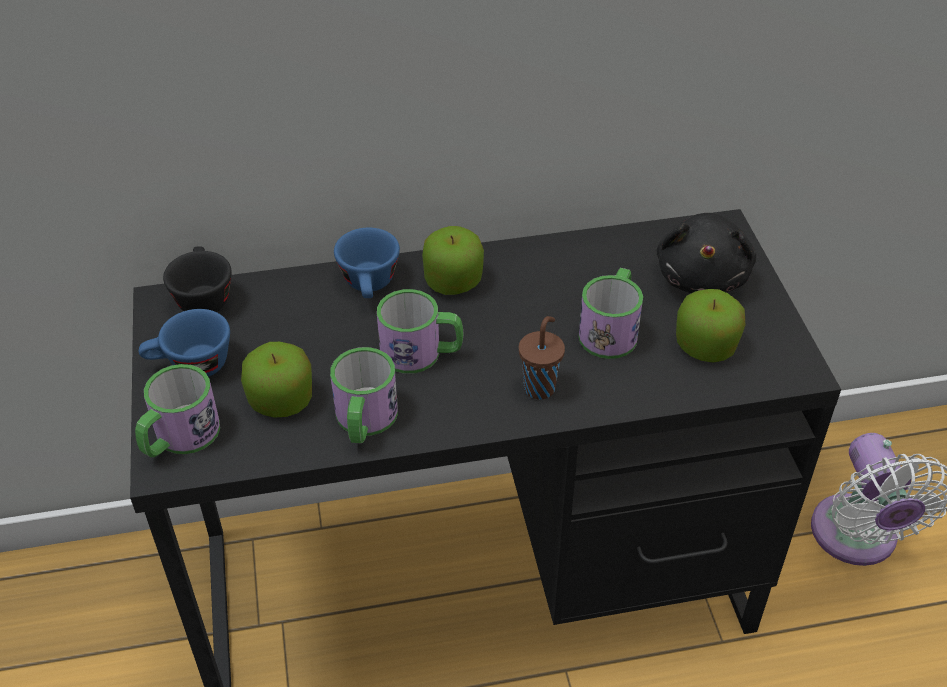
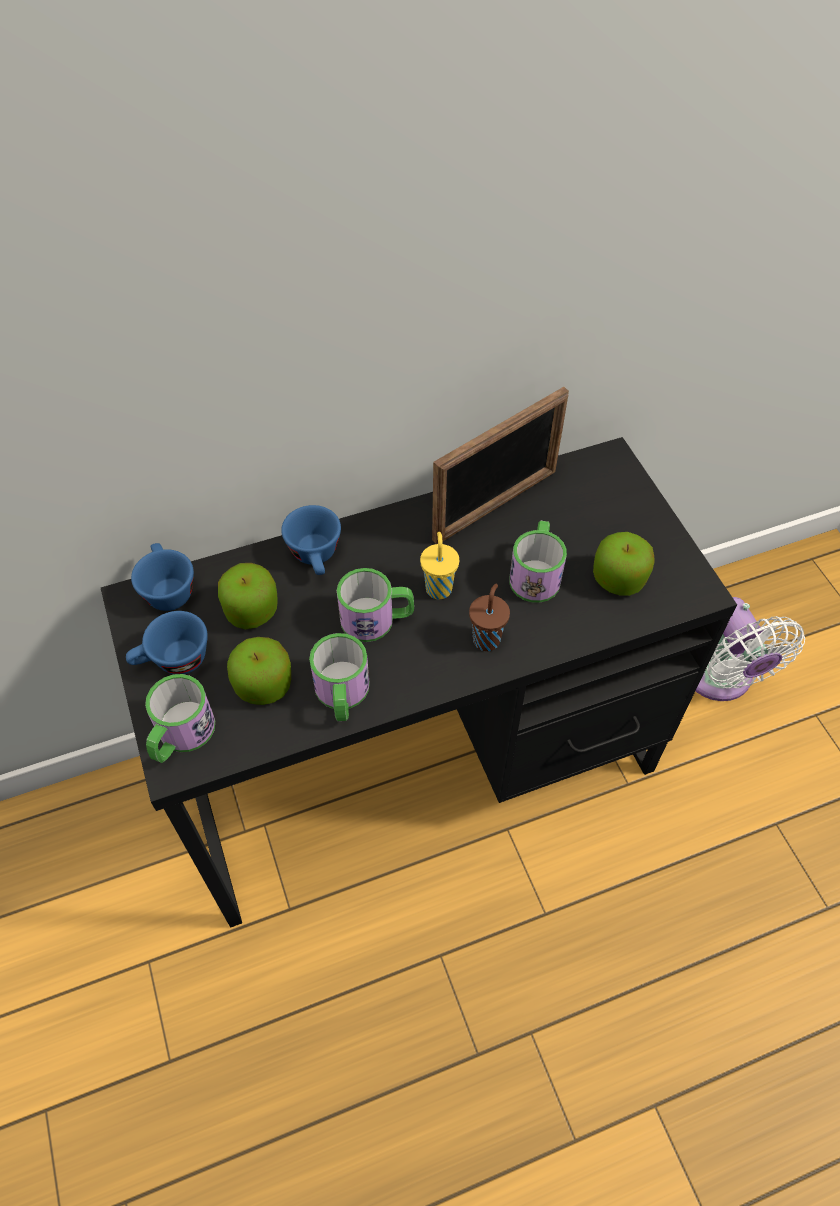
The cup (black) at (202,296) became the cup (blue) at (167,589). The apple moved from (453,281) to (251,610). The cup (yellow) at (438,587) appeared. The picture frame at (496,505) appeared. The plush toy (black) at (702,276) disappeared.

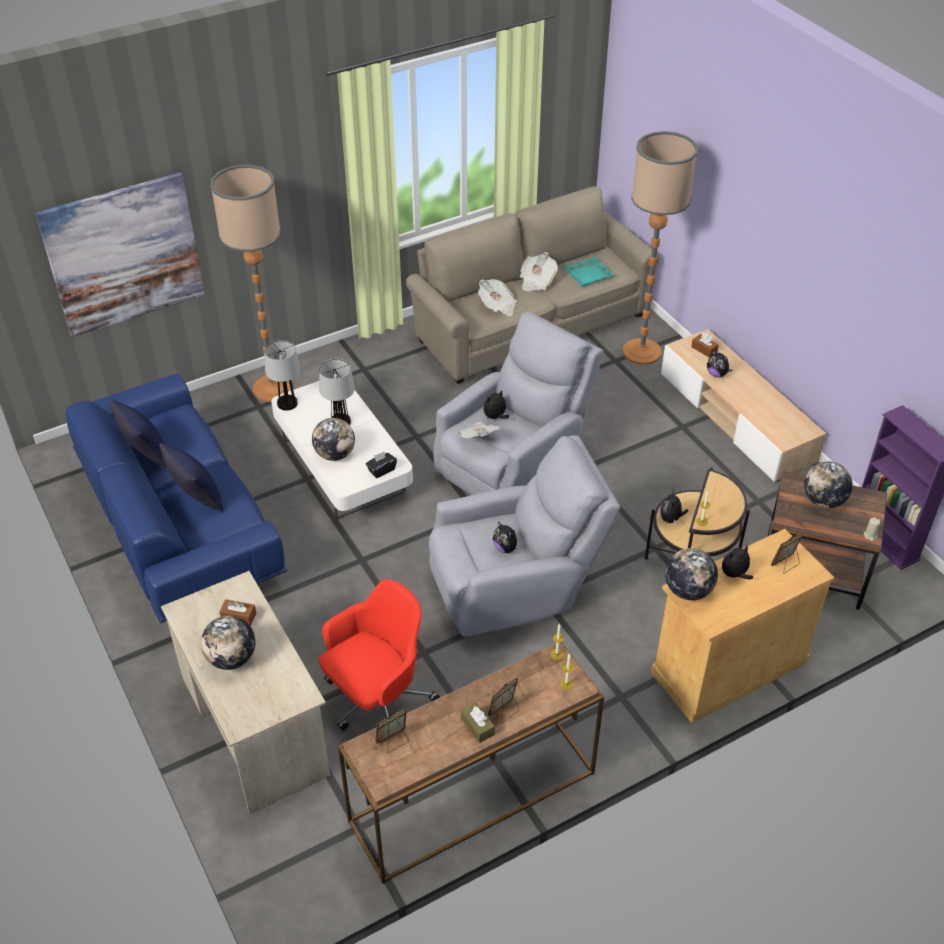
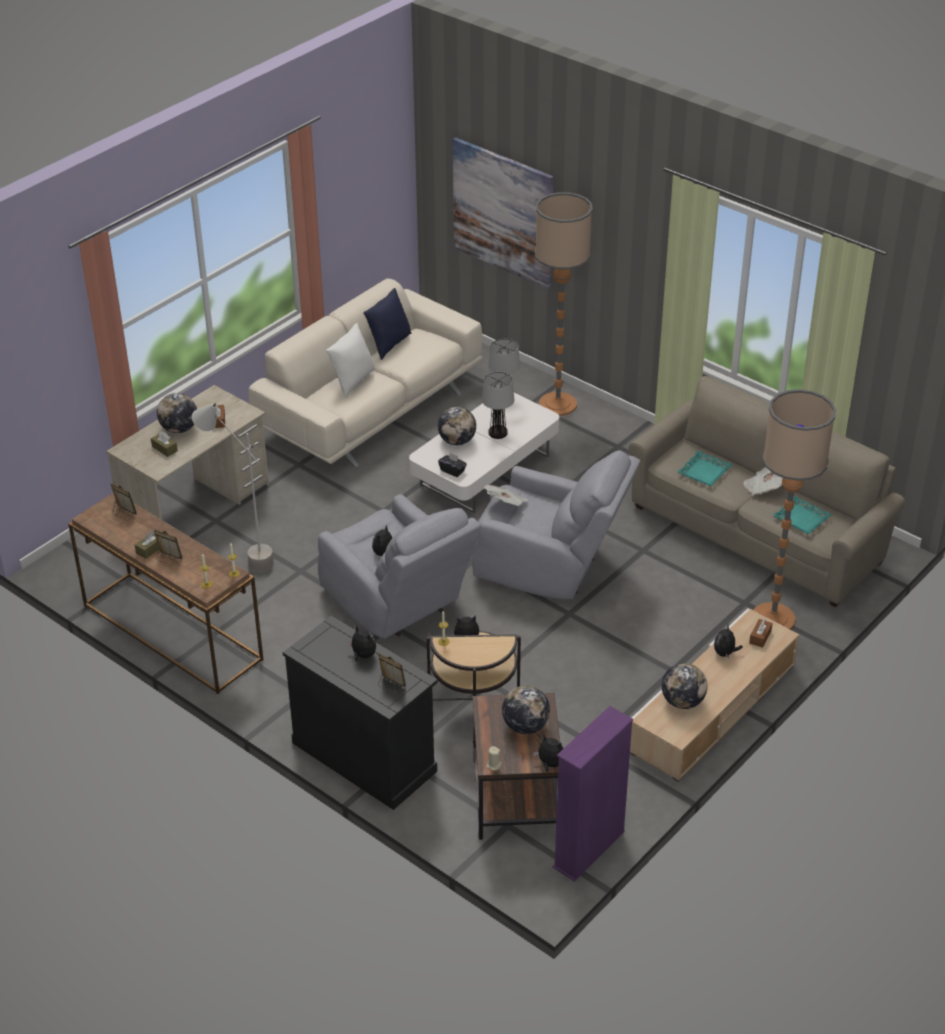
The tissue box (brown) at (164,449) appeared. The office chair (red) at (377,701) was replaced by the floor lamp (grey) at (242,559). The sofa (blue) at (179,526) became the sofa (beige) at (370,408). The cabinet (beige) at (728,667) became the cabinet (black) at (364,756). The pillow (blue) at (197,500) became the pillow (white) at (352,381). The plush toy moved from (495,417) to (550,764). The globe moved from (688,590) to (682,702). The newspaper at (497,306) was replaced by the tray (turquoise) at (705,472).

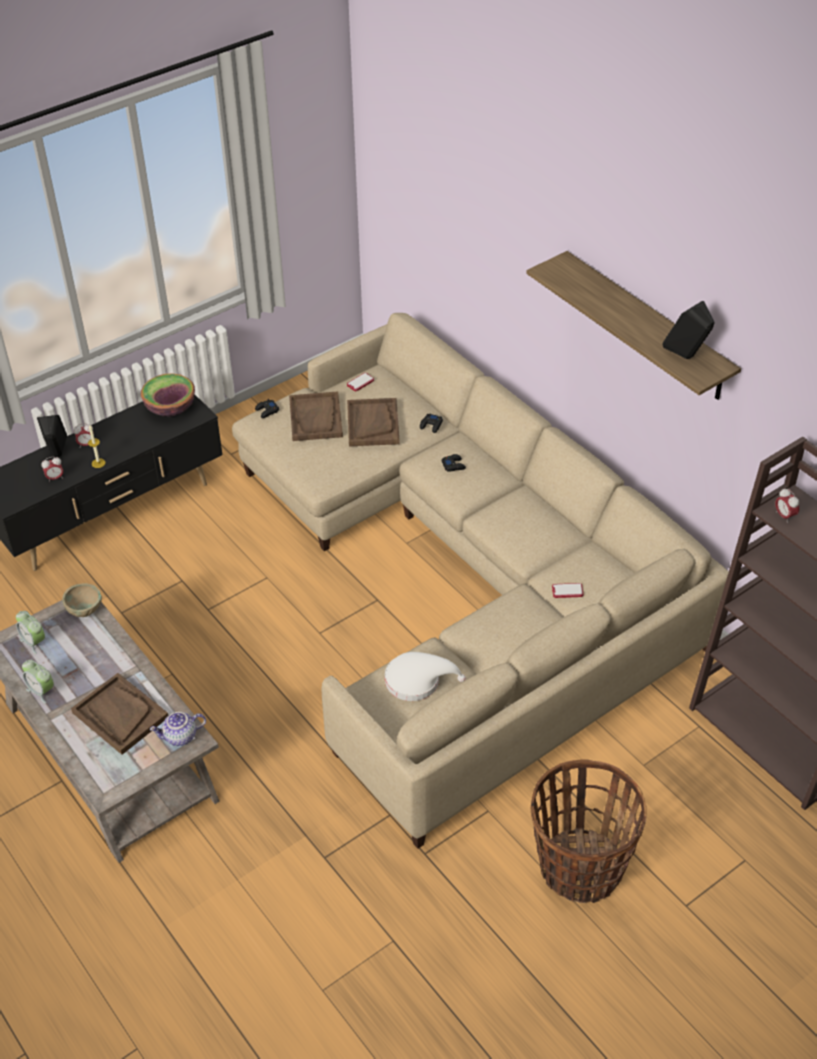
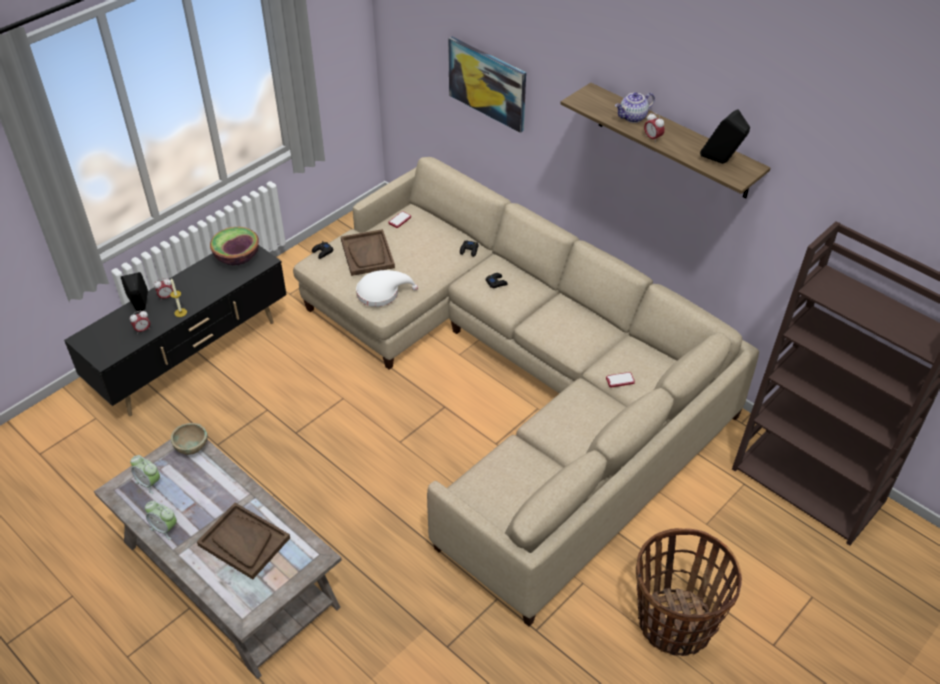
The hat (white) moved from (417,680) to (381,293). The picture at (487,83) appeared. The teapot moved from (180,737) to (633,118). The alarm clock moved from (784,516) to (652,138). The tray (brown) at (372,424) disappeared.

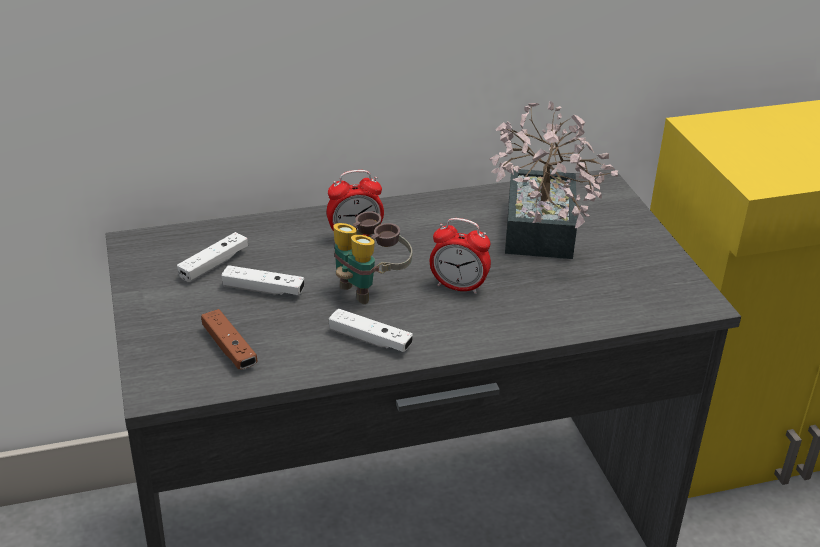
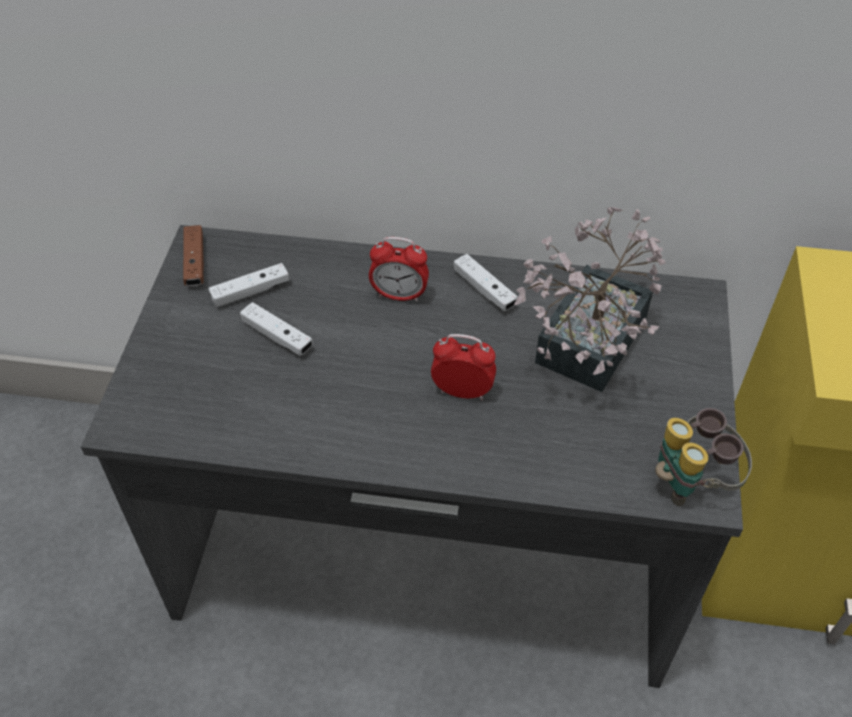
The game controller (brown) moved from (229,348) to (195,262). The alarm clock at (458,287) turned 150 degrees clockwise. The game controller (white) moved from (370,339) to (484,290). The binoculars moved from (369,287) to (691,482).

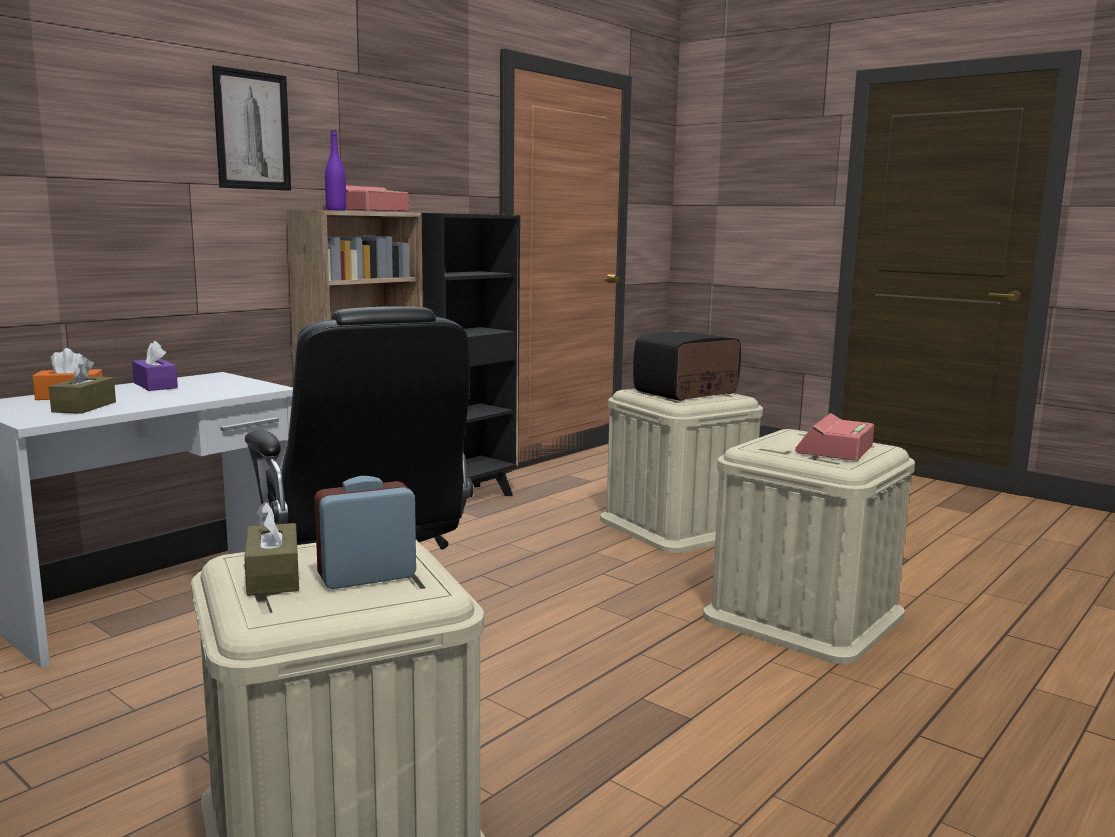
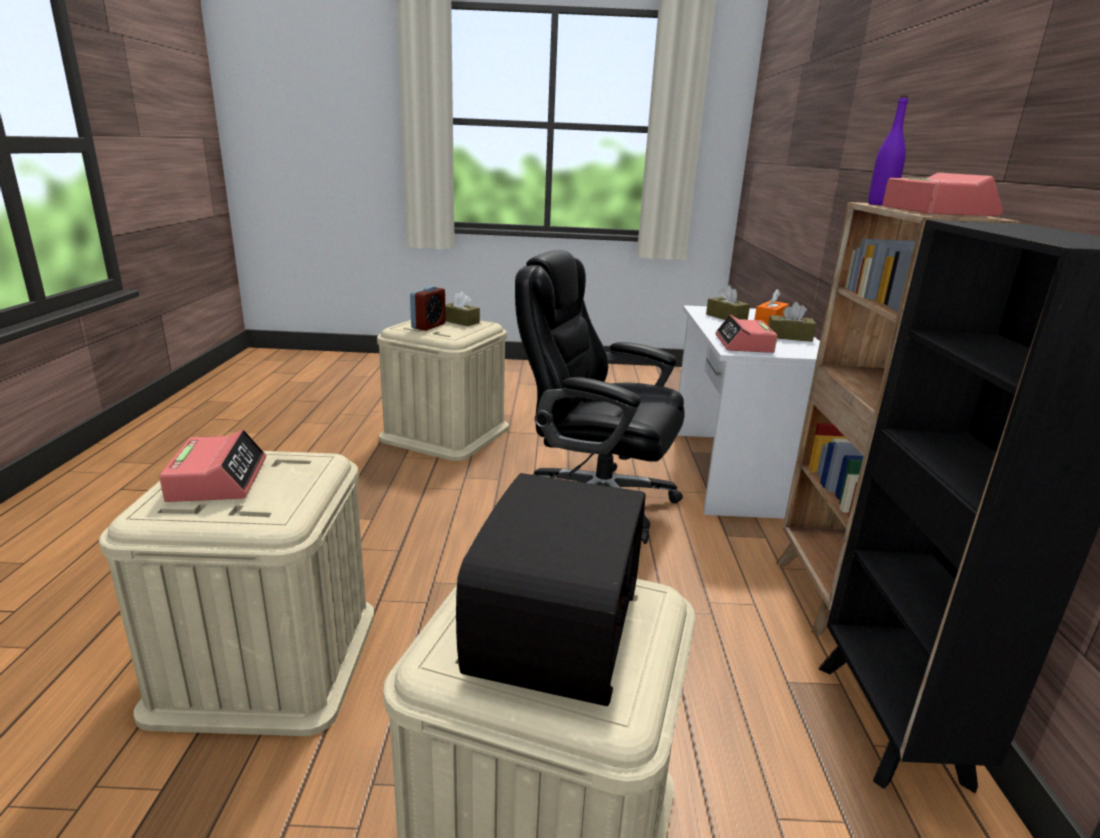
The alarm clock at (744,344) appeared. The tissue box (purple) at (155,385) became the tissue box (brown) at (789,337). The picture at (252,130) disappeared.

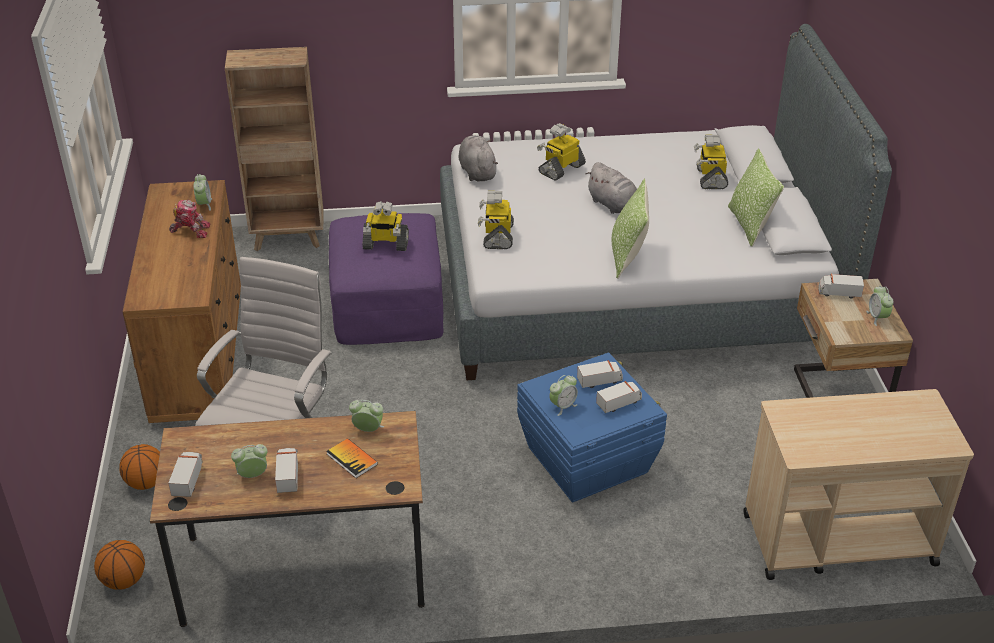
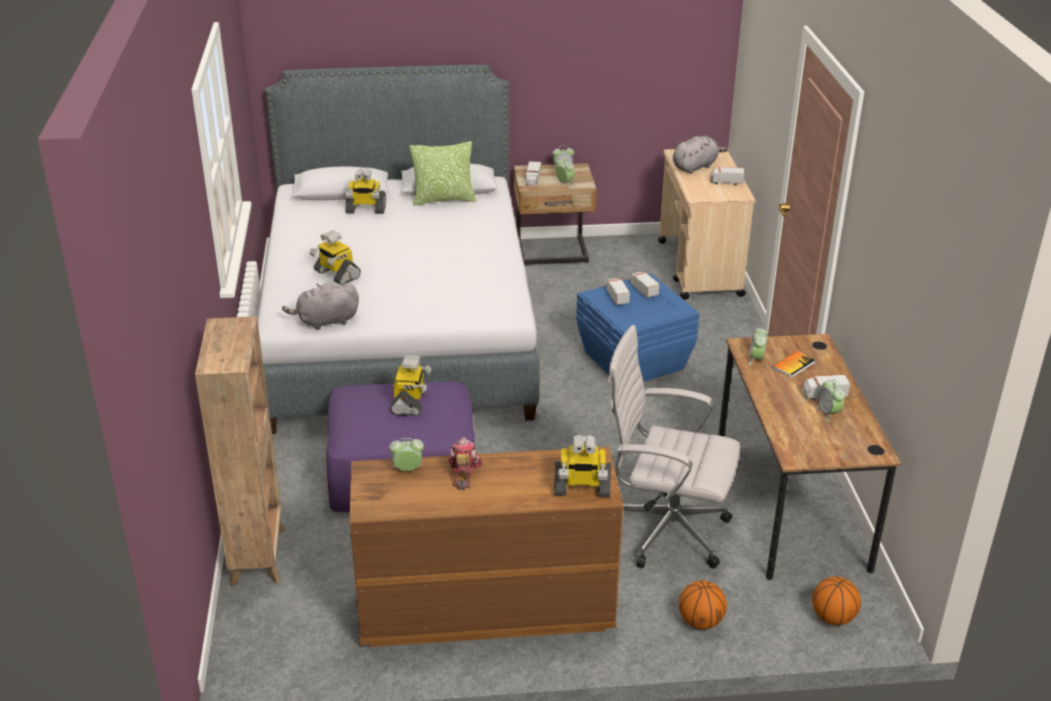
The toy robot moved from (497,236) to (581,488). The alarm clock moved from (563,406) to (564,183). The plush toy (grey) moved from (613,205) to (695,167). The toy truck moved from (188,480) to (726,182). The pillow at (627,256) disappeared.

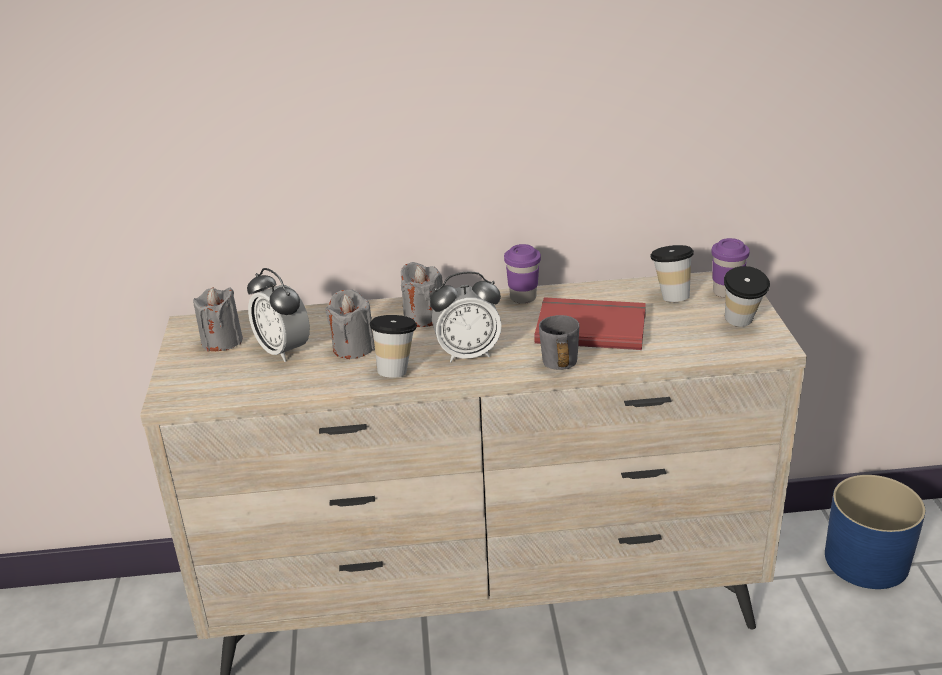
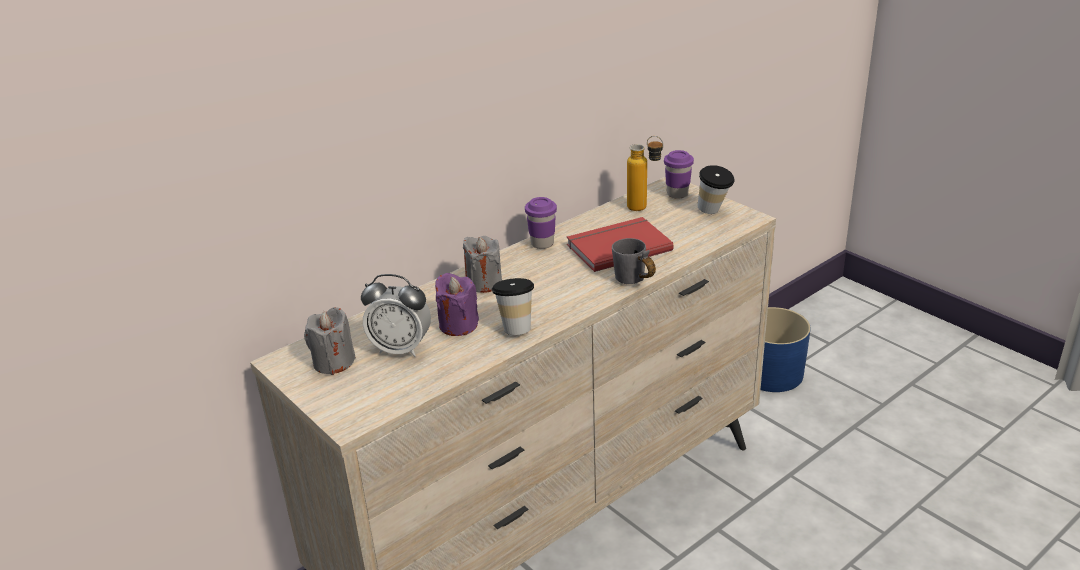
The candle (grey) at (353,348) became the candle (purple) at (458,325). The cup at (670,296) was replaced by the bottle at (644,208). The alarm clock at (468,353) disappeared.

